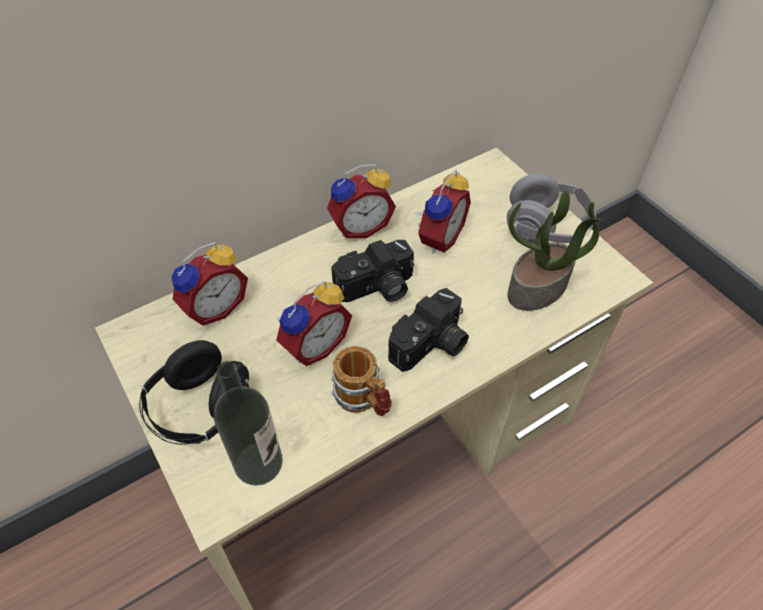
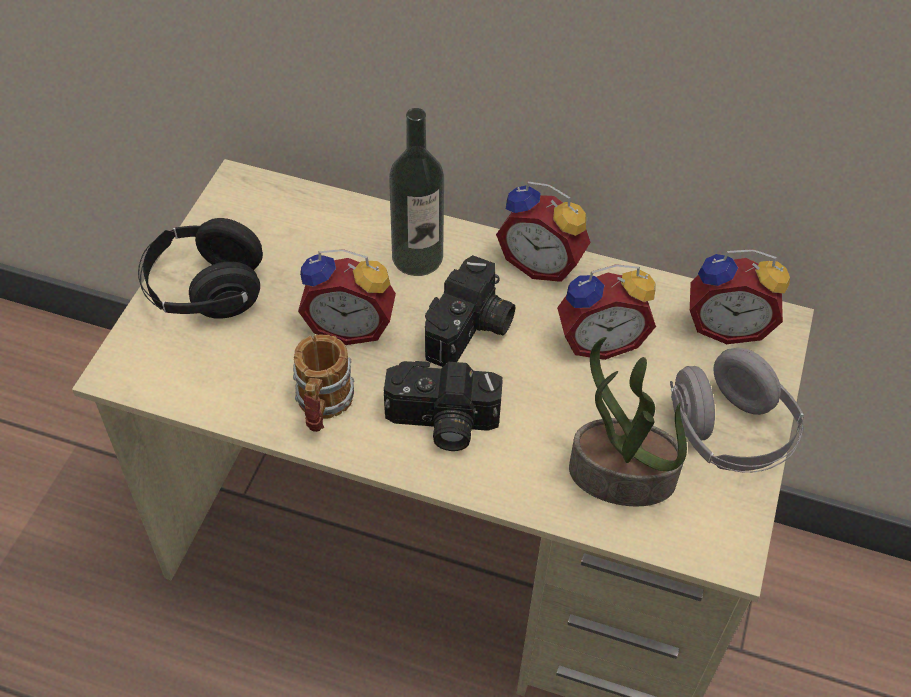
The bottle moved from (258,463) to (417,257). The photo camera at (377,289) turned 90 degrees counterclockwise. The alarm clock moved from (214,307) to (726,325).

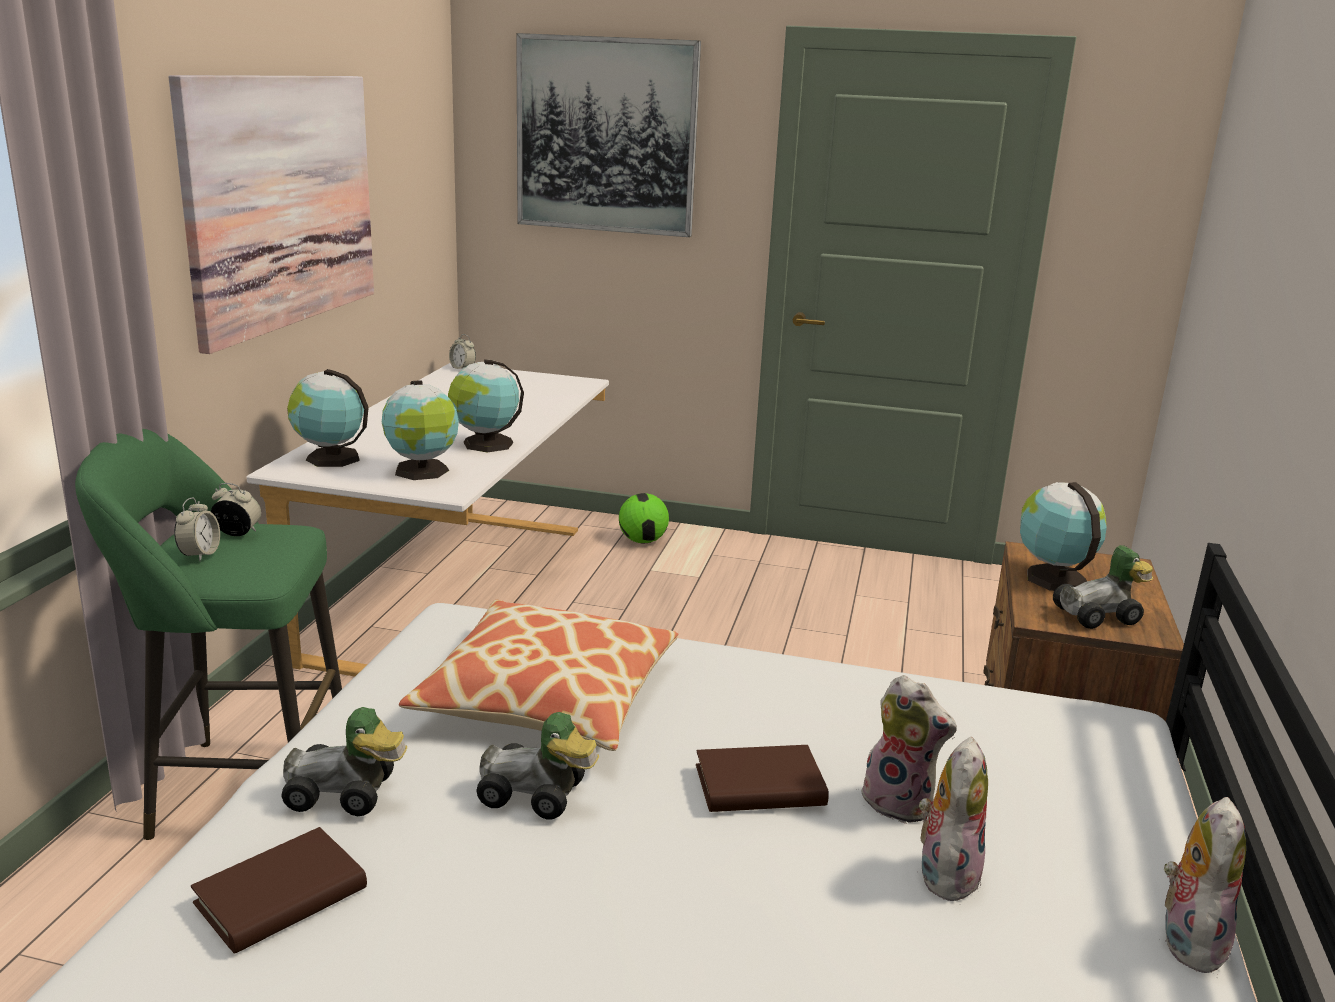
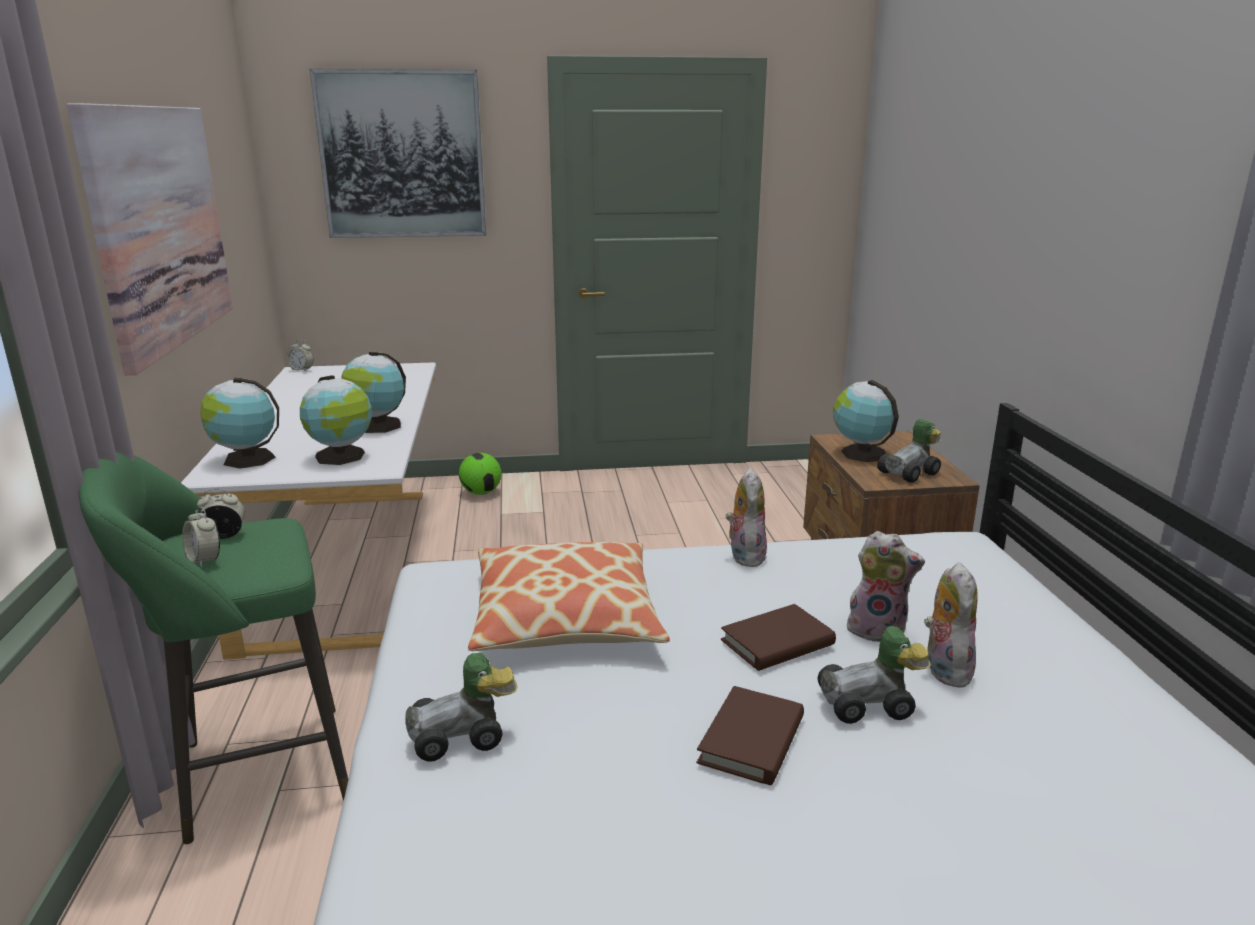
The alarm clock at (200,554) turned 150 degrees clockwise. The book (brown) moved from (281,896) to (752,740). The plush toy moved from (1188,939) to (744,555). The toy car moved from (536,797) to (870,705).

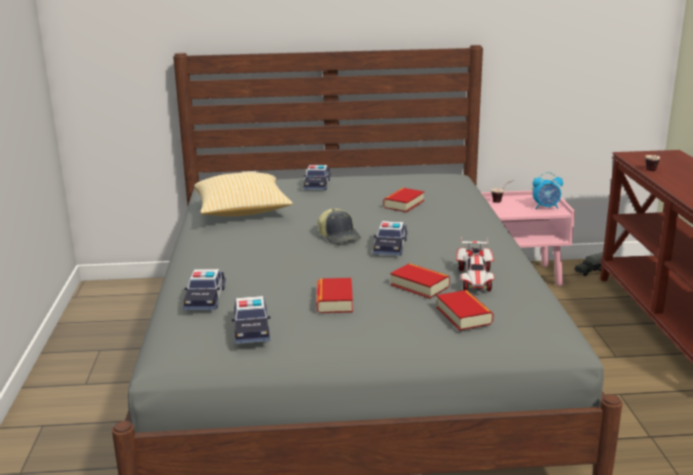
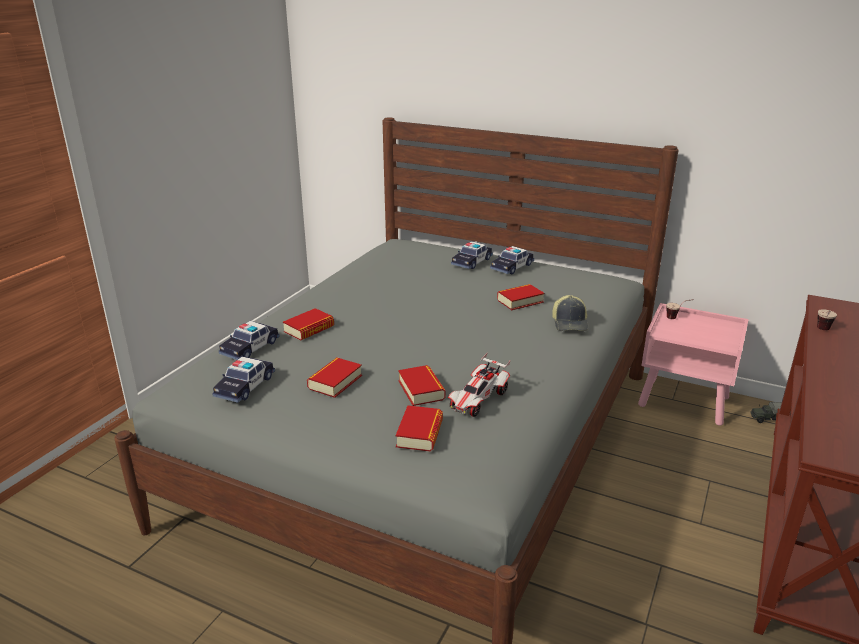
The book at (309,329) appeared. The toy car moved from (390,246) to (512,267). The cap moved from (339,237) to (570,323). The pillow at (242,211) disappeared. The alarm clock at (546,207) disappeared.

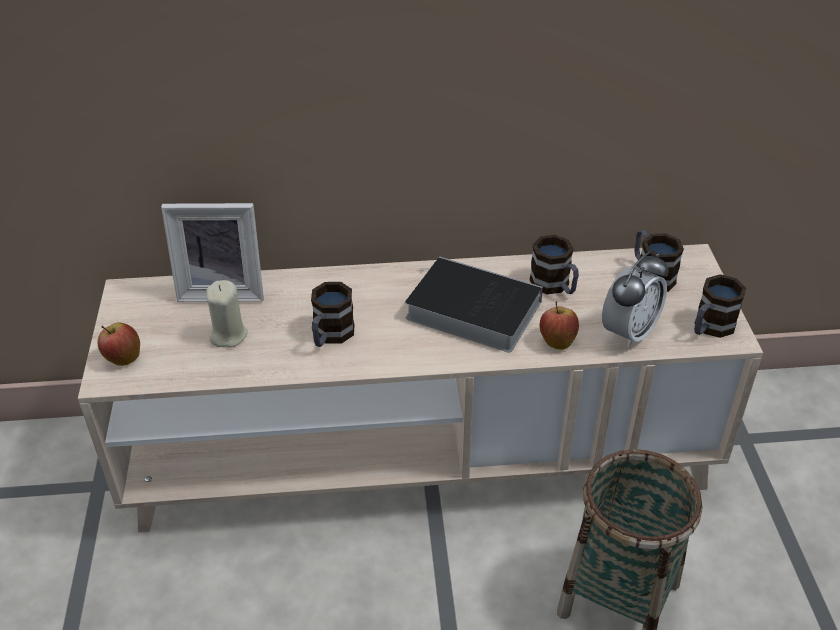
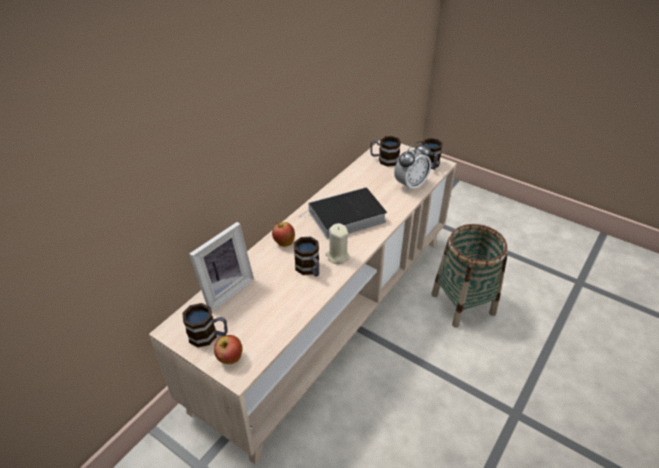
The mug moved from (554,286) to (208,336). The apple moved from (557,341) to (284,242). The candle (beige) moved from (228,335) to (337,256). The alarm clock at (629,332) turned 60 degrees clockwise.

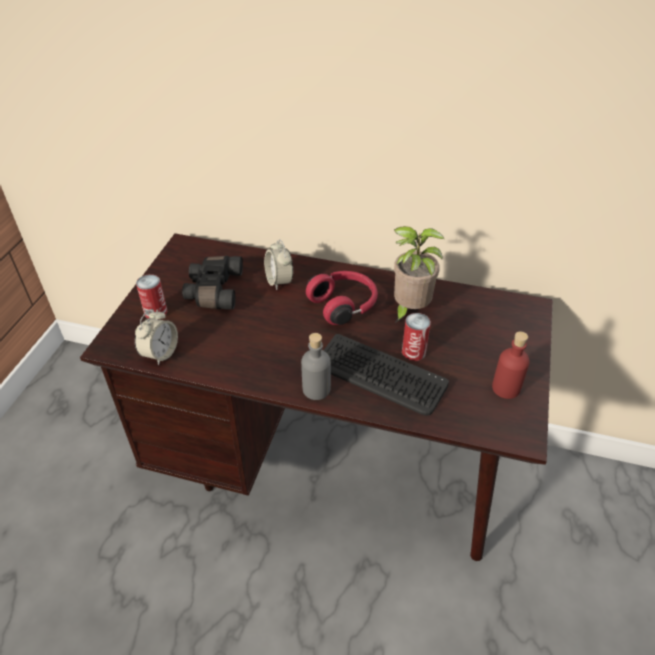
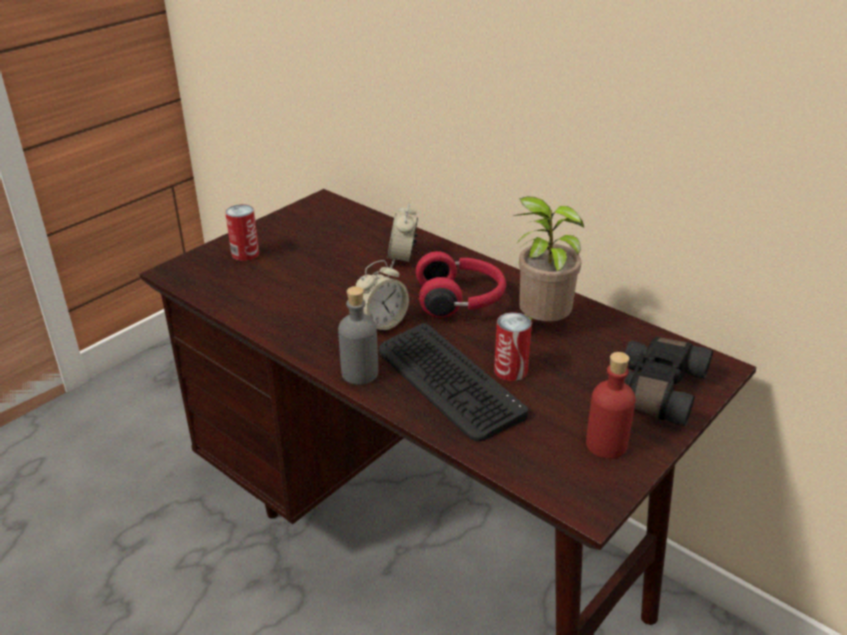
The alarm clock moved from (160,353) to (381,324). The binoculars (black) moved from (213,290) to (655,390).

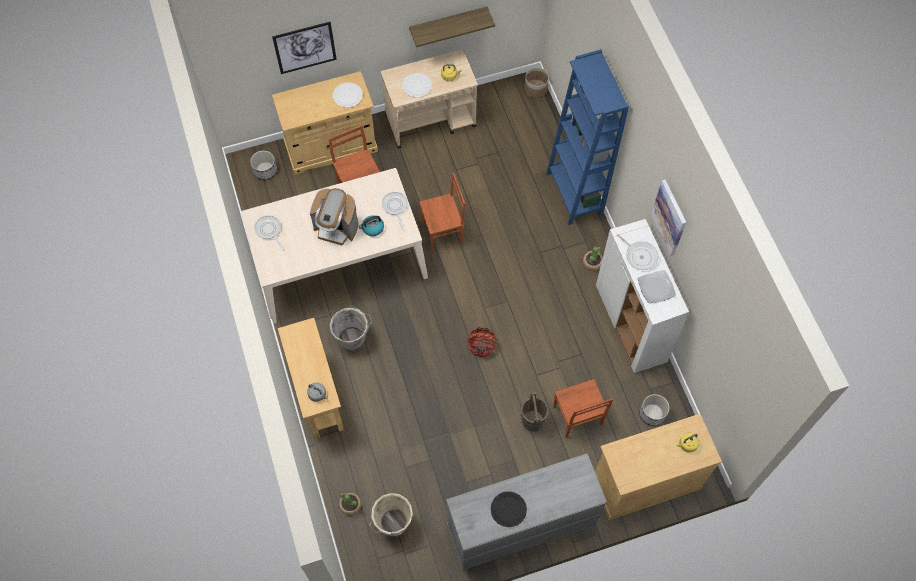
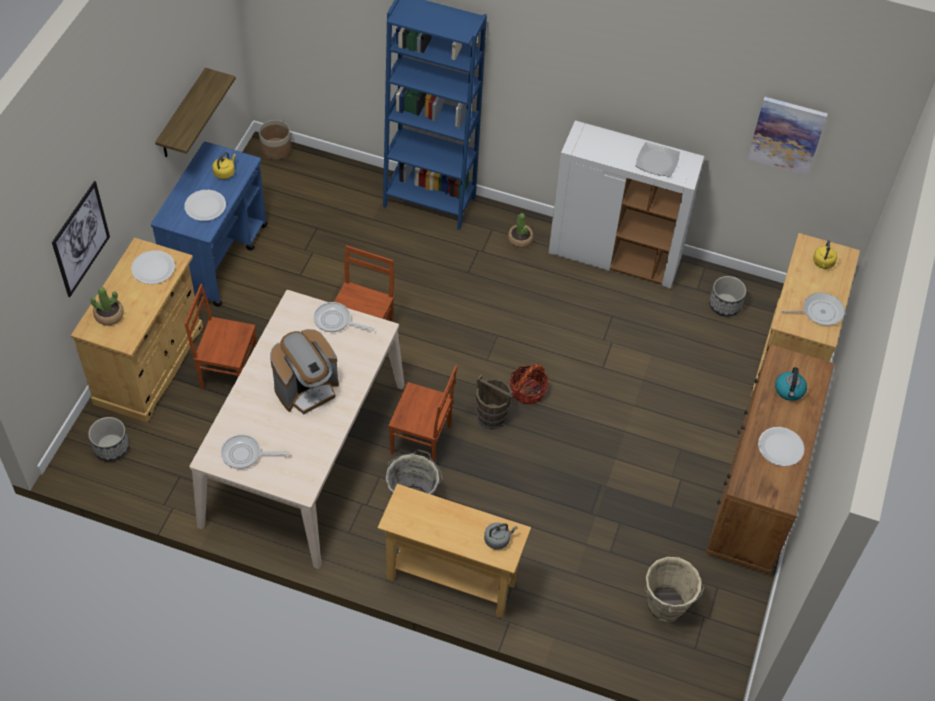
The potted plant moved from (350,505) to (109,315). The cart (beige) at (431,121) became the cart (blue) at (217,256). The chair (brown) moved from (577,417) to (421,441). The bucket (brown) moved from (532,421) to (492,417). The dresser (grey) at (520,525) became the dresser (brown) at (756,491). The picture moved from (669,218) to (786,135). The plate (black) at (508,509) became the plate (white) at (780,447). The kettle moved from (372,228) to (789,391). The frying pan moved from (640,256) to (819,312).

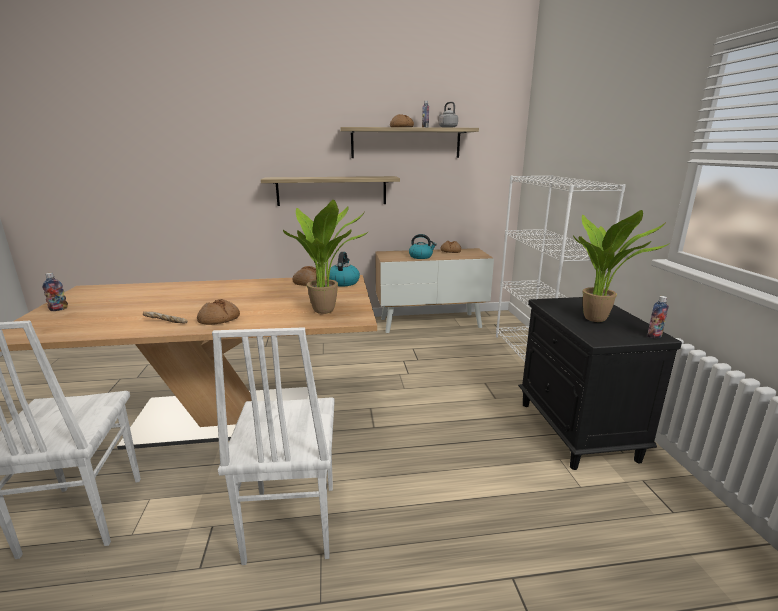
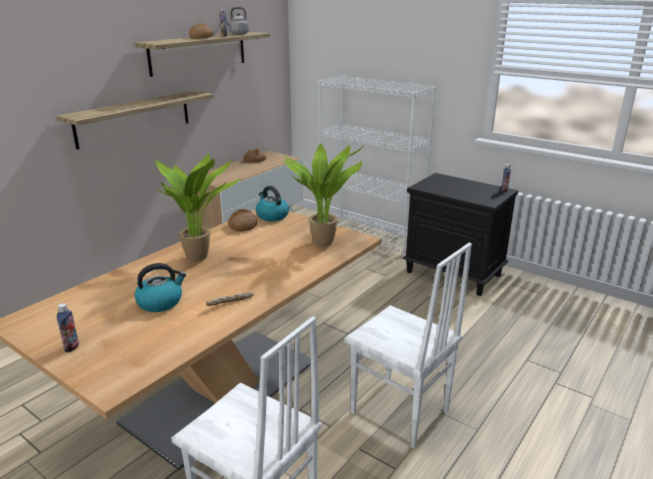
The kettle moved from (421,256) to (161,302). The potted plant moved from (599,319) to (201,257). The bread at (219,319) disappeared.

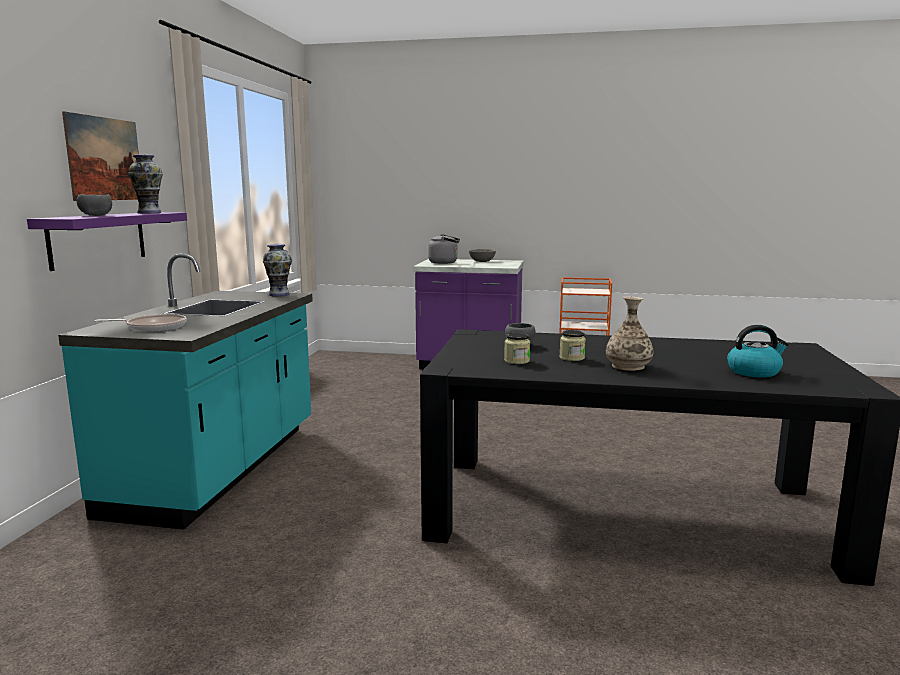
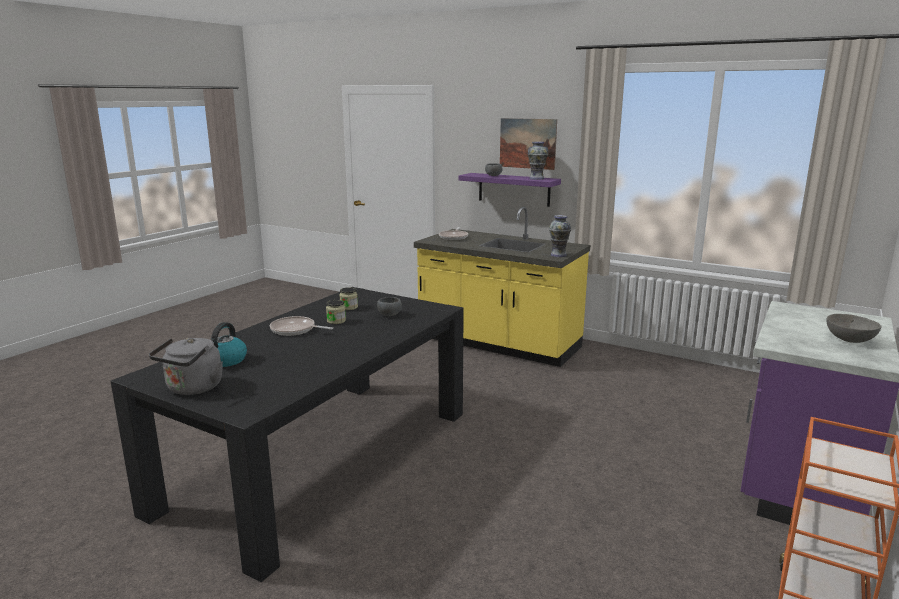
The kettle (grey) moved from (445,262) to (192,389). The vase at (628,366) was replaced by the frying pan at (295,330). The counter (turquoise) at (219,468) became the counter (yellow) at (498,343).

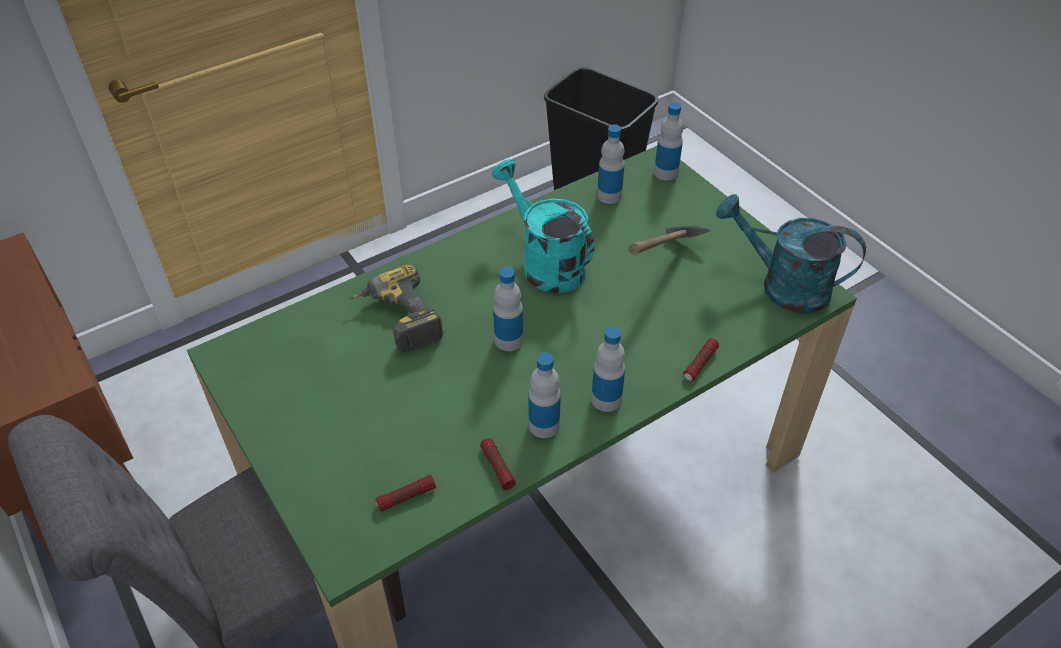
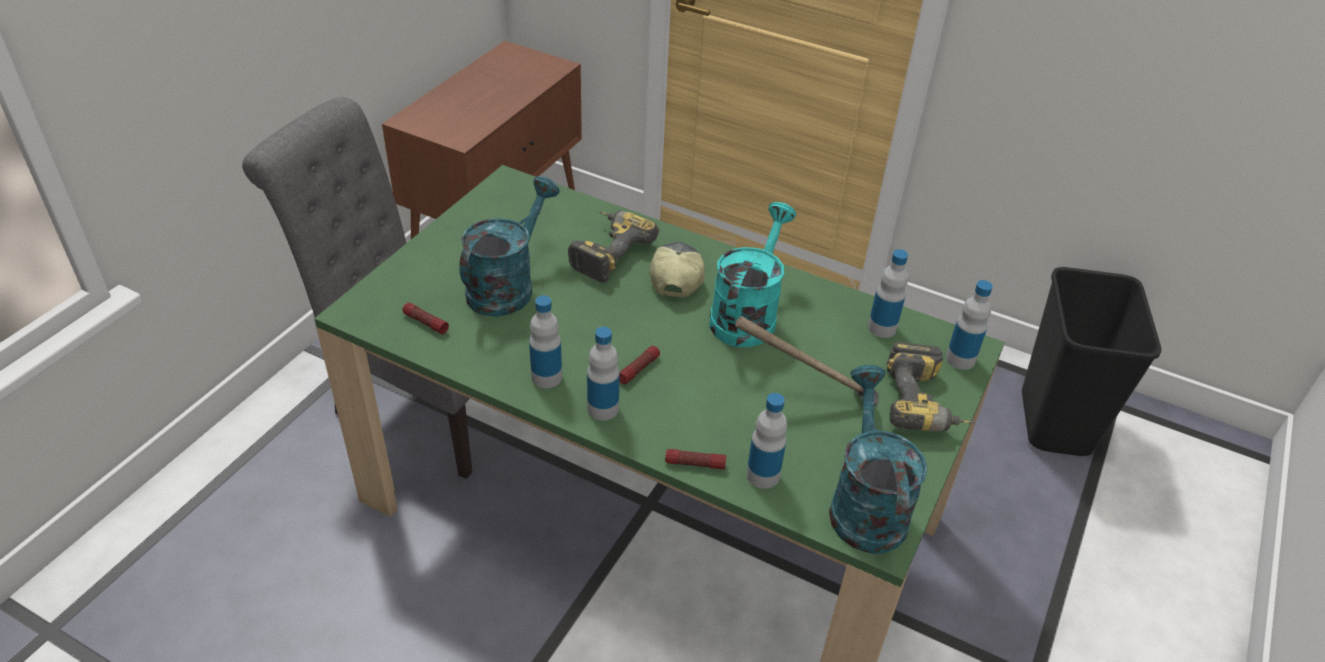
The watering can (turquoise) at (507,285) appeared. The flashlight moved from (497,467) to (638,369). The cap at (676,276) appeared. The bottle moved from (508,340) to (763,475). The power drill at (925,404) appeared.

